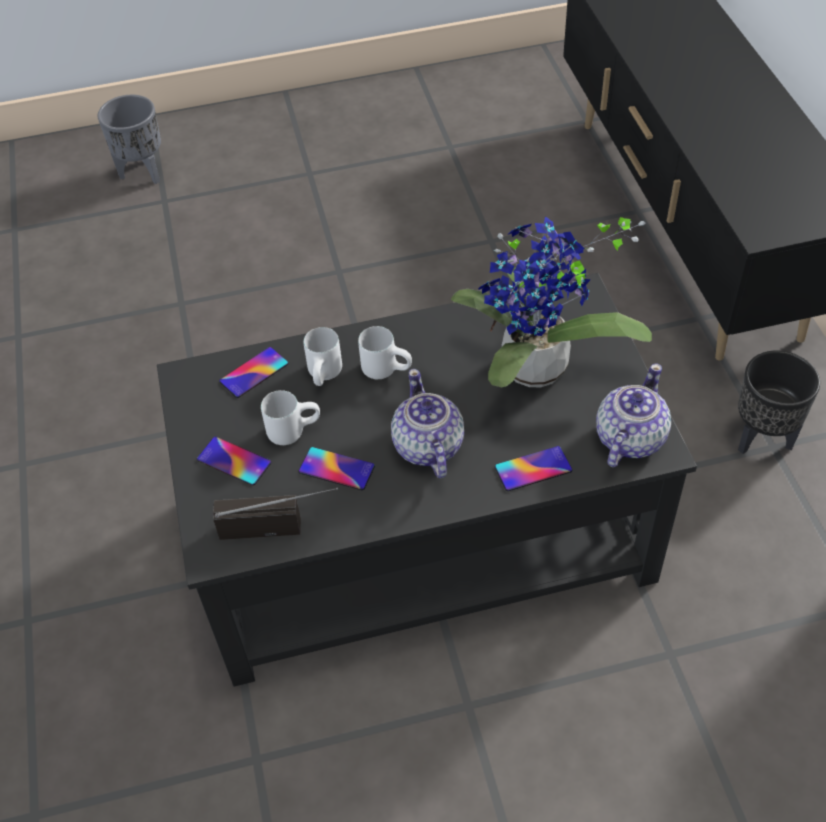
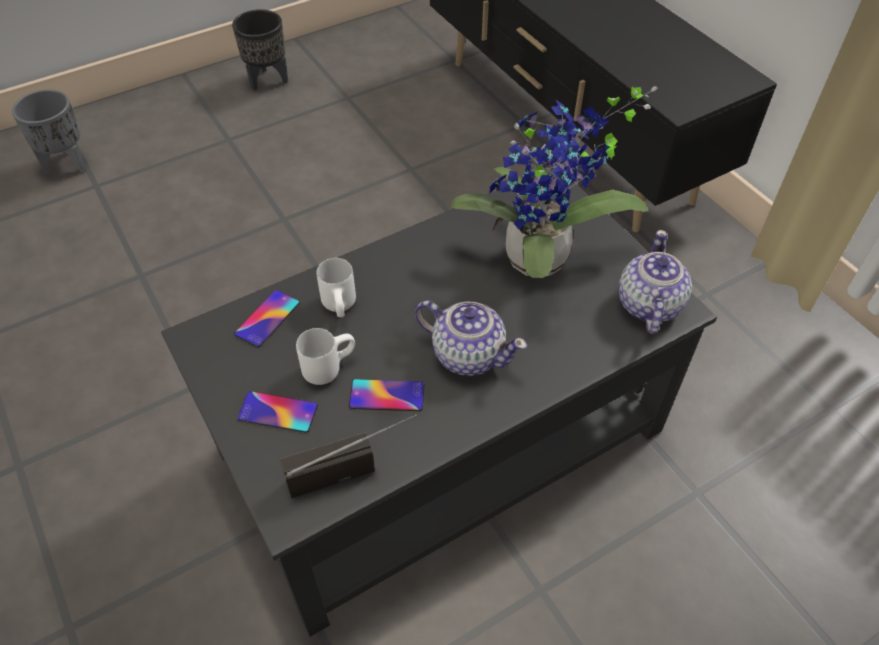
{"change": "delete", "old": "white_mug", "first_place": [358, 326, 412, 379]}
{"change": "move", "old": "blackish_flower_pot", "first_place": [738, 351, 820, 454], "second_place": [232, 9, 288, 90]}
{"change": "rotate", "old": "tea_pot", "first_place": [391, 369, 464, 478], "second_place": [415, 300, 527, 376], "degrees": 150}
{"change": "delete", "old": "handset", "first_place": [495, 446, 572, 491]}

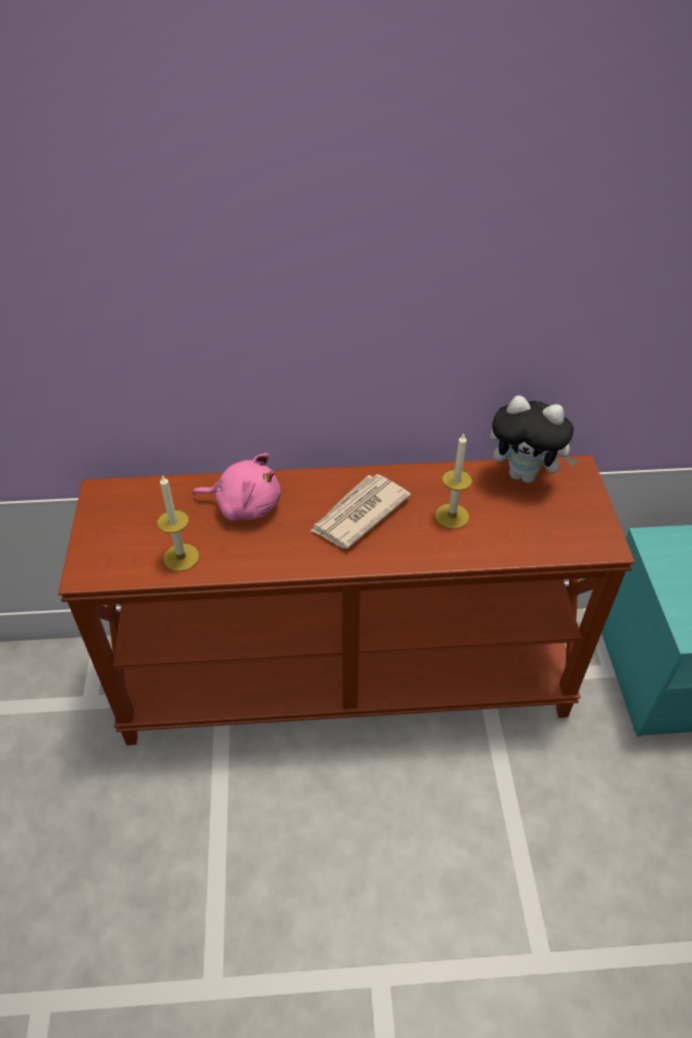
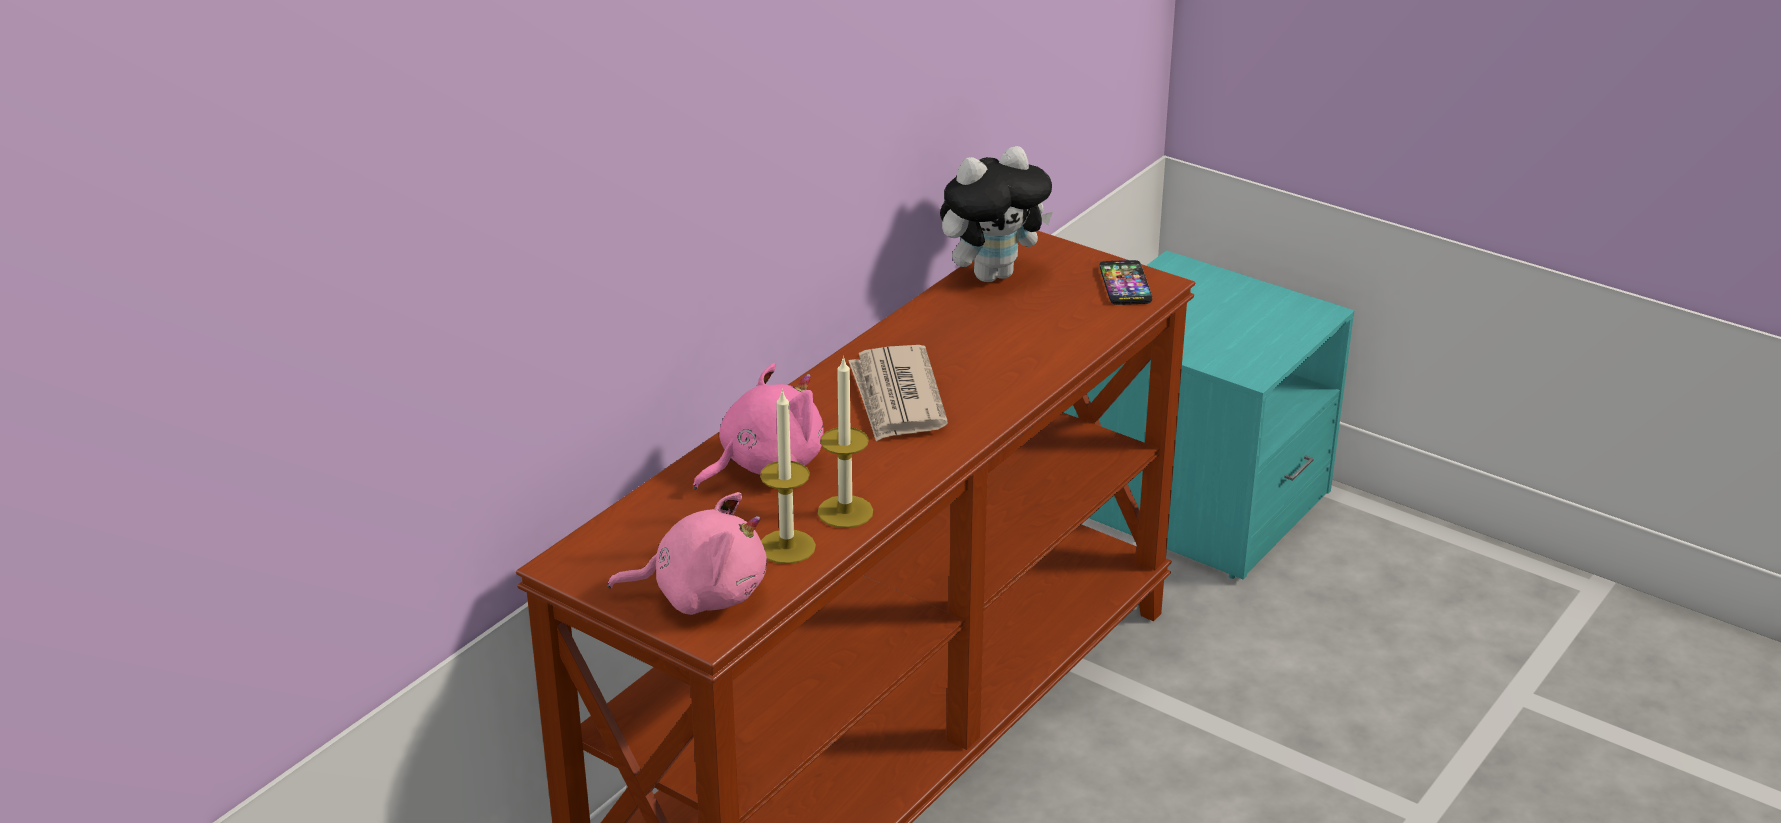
{"change": "move", "old": "wax_candle", "first_place": [435, 433, 472, 529], "second_place": [818, 356, 873, 528]}
{"change": "insert", "new": "handset", "second_place": [1100, 260, 1152, 305]}
{"change": "insert", "new": "pinkish_soft_toy", "second_place": [608, 492, 767, 615]}

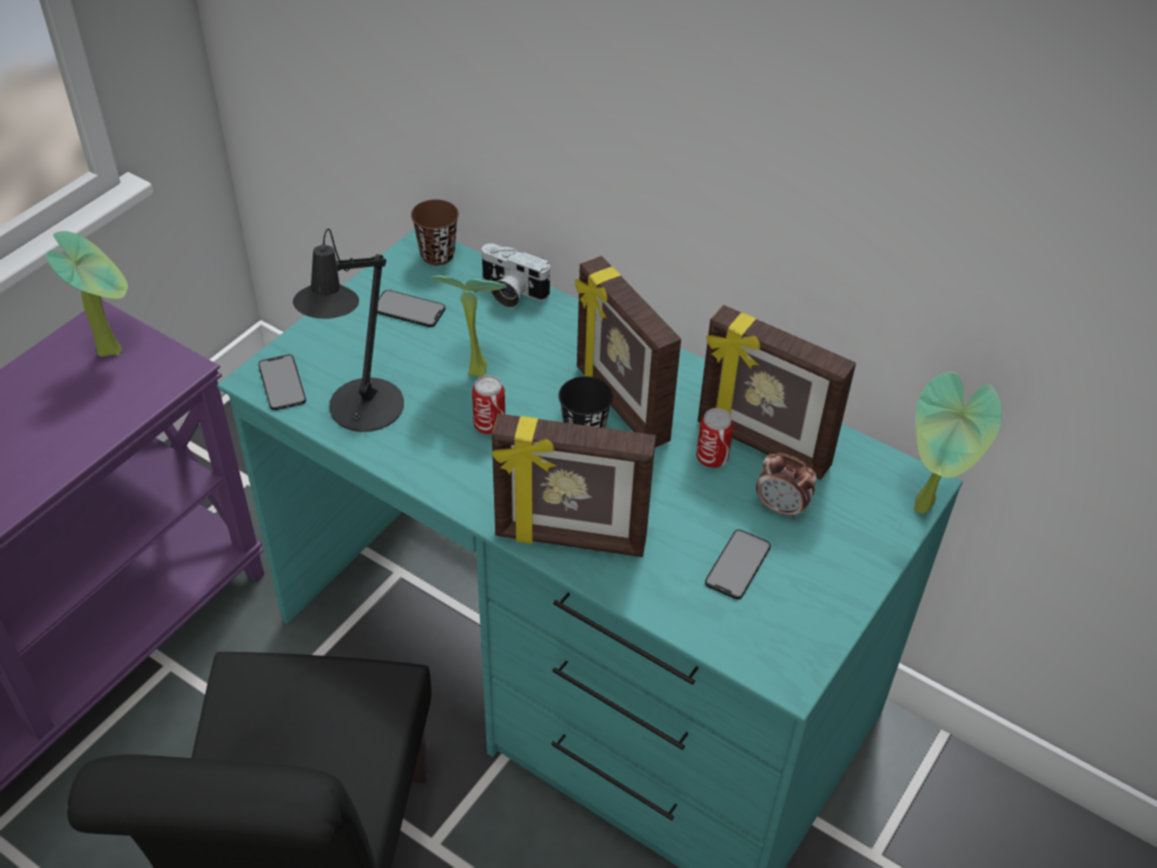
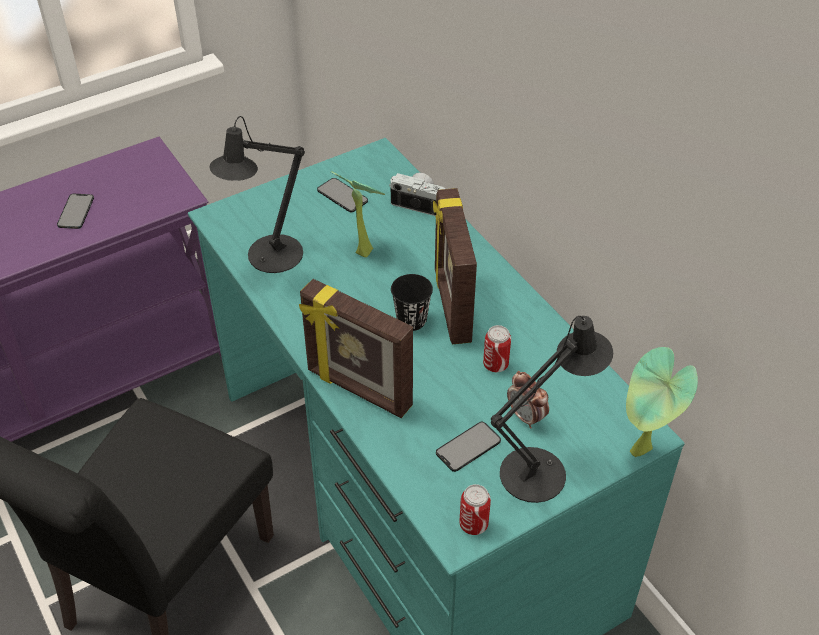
{"change": "delete", "old": "brownish_drinking_cup", "first_place": [411, 199, 459, 265]}
{"change": "delete", "old": "plant_in_a_pot", "first_place": [46, 231, 128, 357]}
{"change": "rotate", "old": "still_camera", "first_place": [481, 243, 551, 307], "second_place": [389, 173, 445, 216], "degrees": 150}
{"change": "delete", "old": "picture_frame", "first_place": [698, 305, 856, 480]}
{"change": "move", "old": "handset", "first_place": [258, 355, 306, 410], "second_place": [57, 194, 94, 229]}
{"change": "move", "old": "can", "first_place": [472, 375, 505, 434], "second_place": [459, 484, 491, 535]}
{"change": "insert", "new": "blackish_table_lamp", "second_place": [491, 316, 613, 503]}

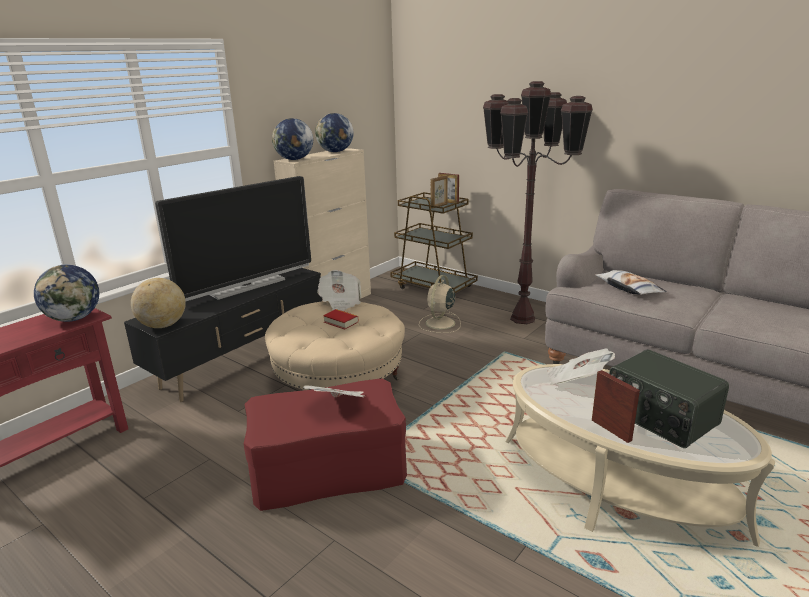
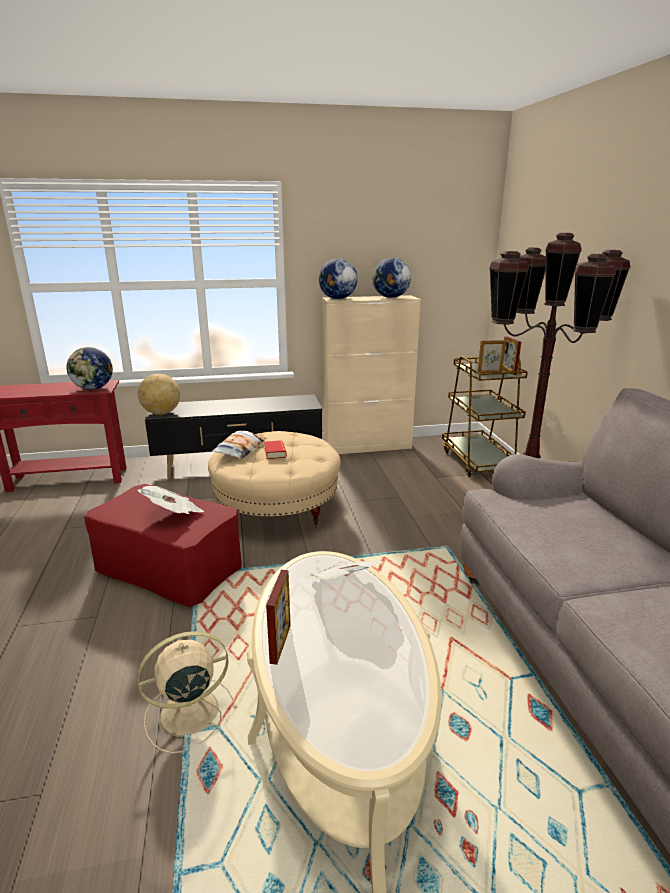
{"change": "delete", "old": "TV", "first_place": [155, 176, 311, 301]}
{"change": "delete", "old": "printed_paper", "first_place": [317, 270, 361, 311]}
{"change": "move", "old": "throw_pillow", "first_place": [595, 270, 667, 295], "second_place": [212, 431, 266, 459]}
{"change": "move", "old": "sand-coloured_cooling_fan", "first_place": [419, 275, 461, 333], "second_place": [137, 631, 238, 753]}
{"change": "delete", "old": "radio_receiver", "first_place": [609, 349, 729, 448]}

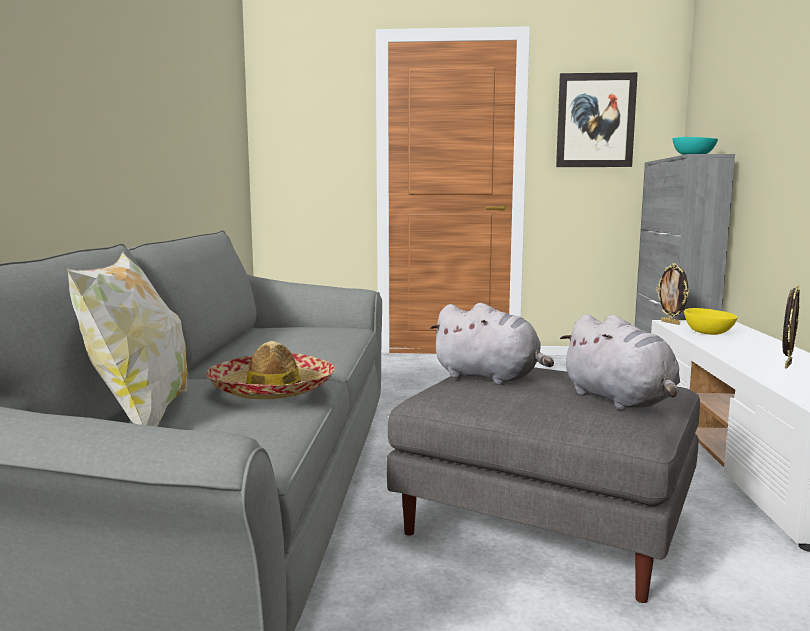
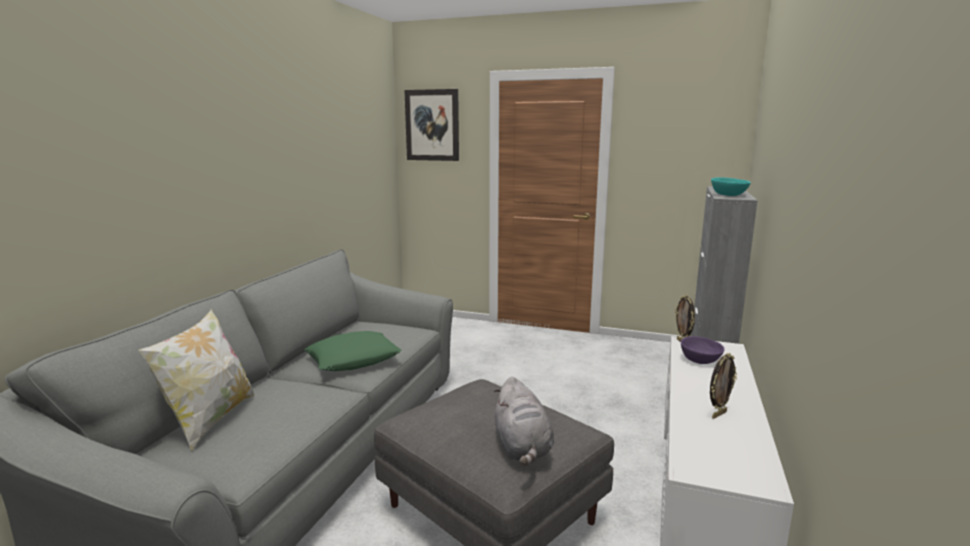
{"change": "move", "old": "picture", "first_place": [556, 72, 638, 167], "second_place": [404, 89, 459, 161]}
{"change": "delete", "old": "greyish_soft_toy", "first_place": [430, 303, 554, 385]}
{"change": "recolor", "old": "yellow-coloured_bowl", "new": "purple-coloured_bowl", "first_place": [684, 308, 738, 335], "second_place": [681, 336, 725, 364]}
{"change": "delete", "old": "hat", "first_place": [206, 341, 335, 399]}
{"change": "insert", "new": "green_throw_pillow", "second_place": [304, 331, 401, 371]}

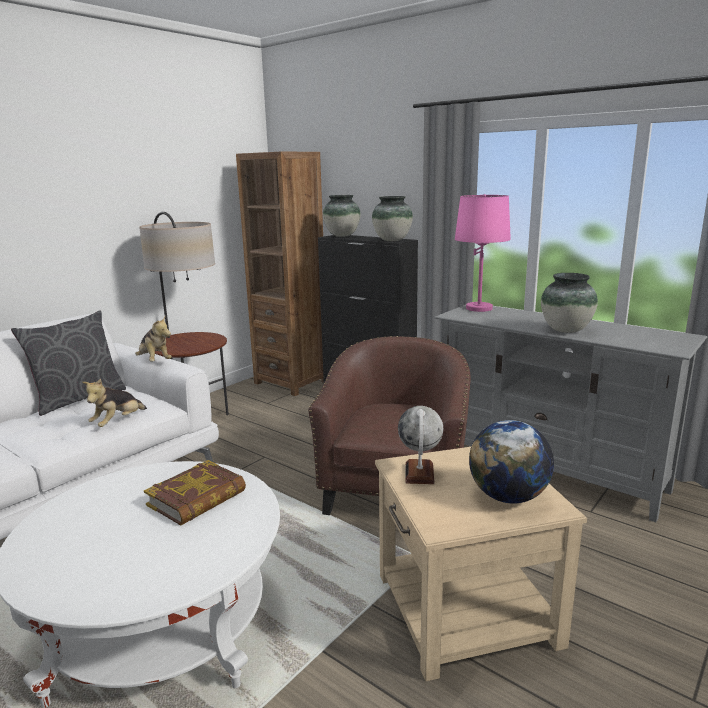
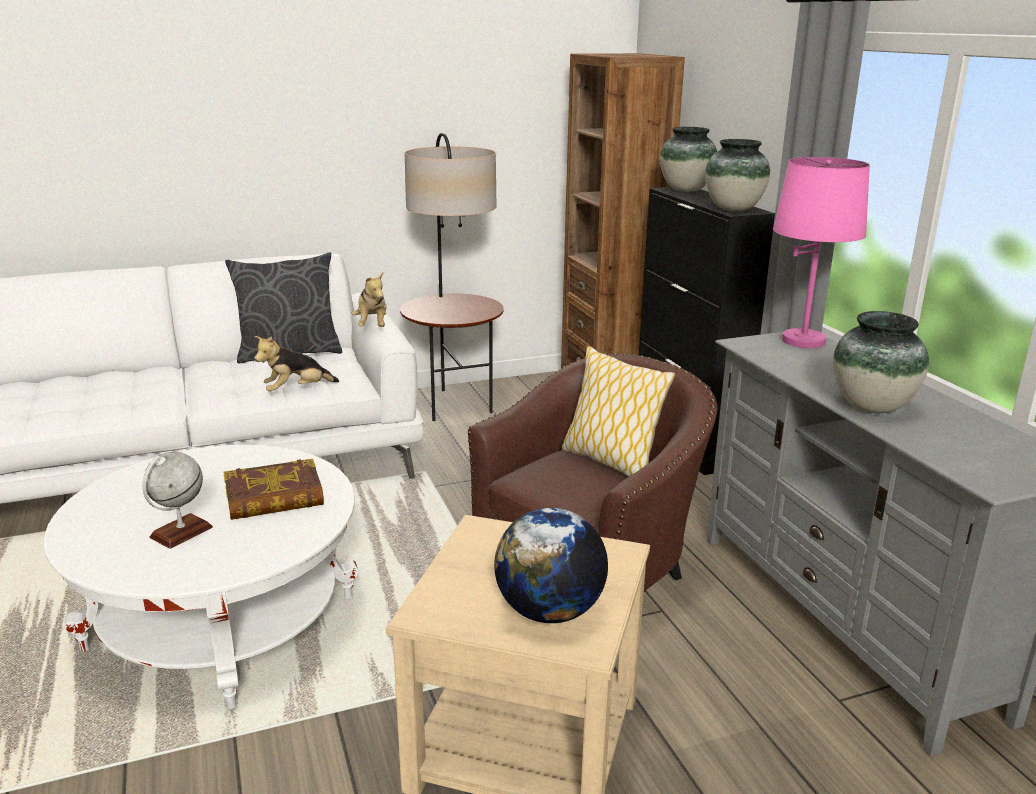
{"change": "move", "old": "desk_globe", "first_place": [398, 406, 443, 484], "second_place": [142, 452, 213, 549]}
{"change": "insert", "new": "throw_pillow", "second_place": [561, 346, 675, 476]}

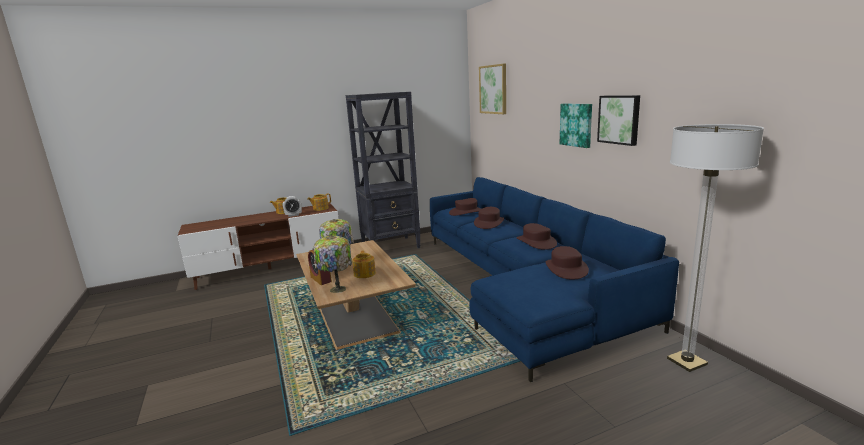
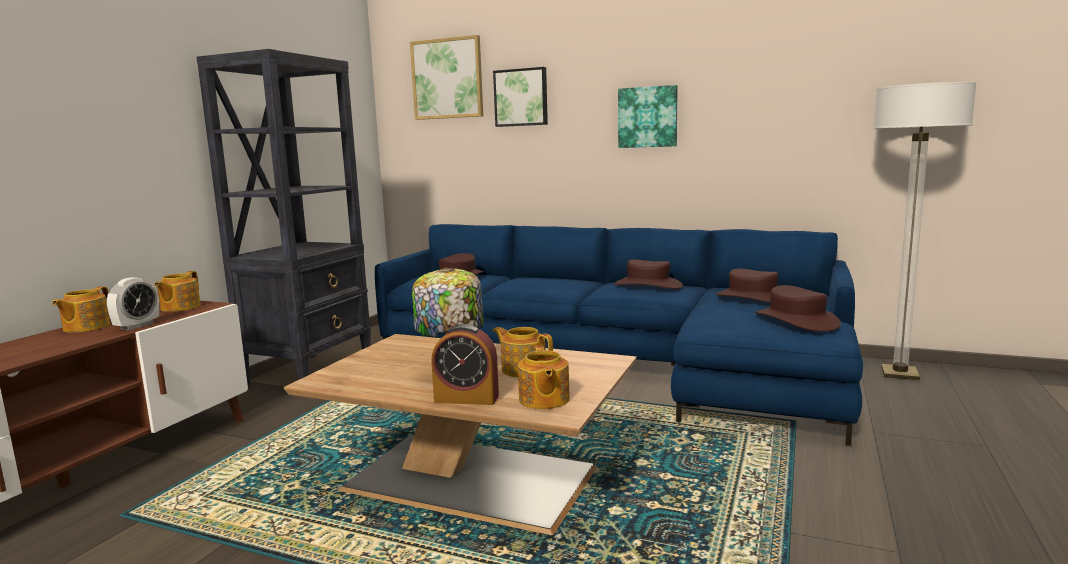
{"change": "move", "old": "picture", "first_place": [597, 95, 640, 146], "second_place": [493, 67, 548, 127]}
{"change": "move", "old": "brownish_hat", "first_place": [474, 207, 504, 229], "second_place": [755, 285, 841, 332]}
{"change": "replace", "old": "table_lamp", "new": "tea_pot", "first_place": [313, 235, 352, 293], "second_place": [518, 346, 570, 409]}

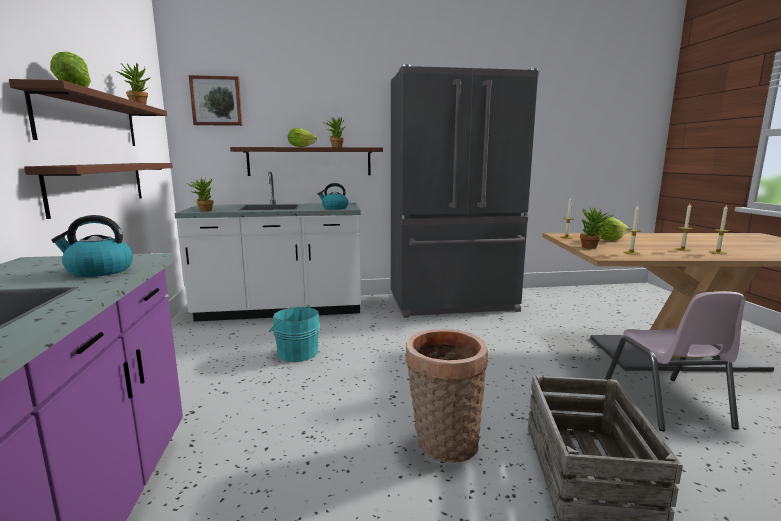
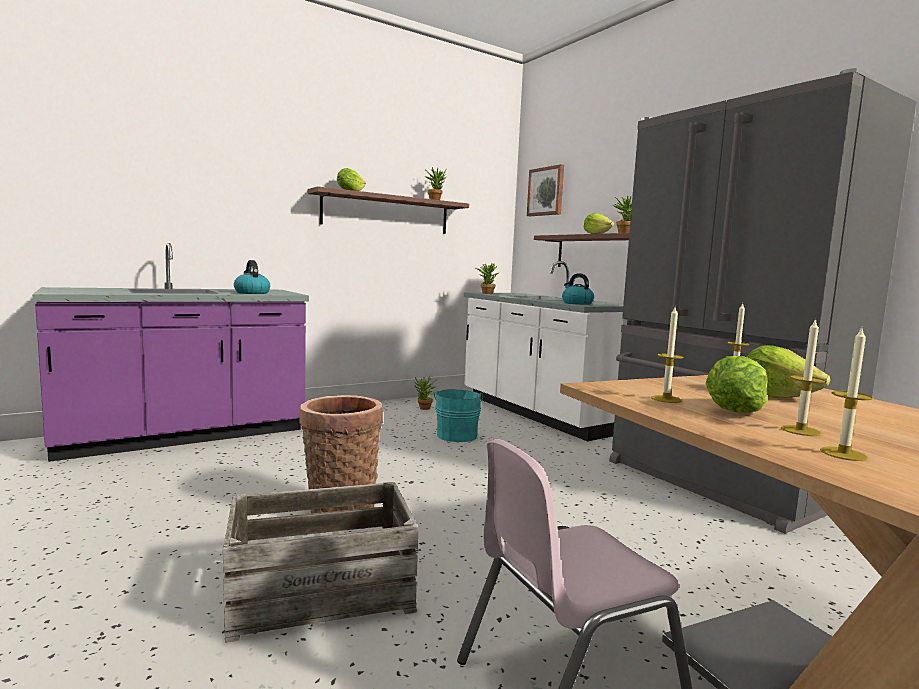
{"change": "delete", "old": "brownish_shelf", "first_place": [24, 163, 173, 219]}
{"change": "move", "old": "plant_in_a_pot", "first_place": [580, 207, 614, 249], "second_place": [414, 376, 437, 410]}
{"change": "insert", "new": "lettuce", "second_place": [705, 356, 767, 413]}

